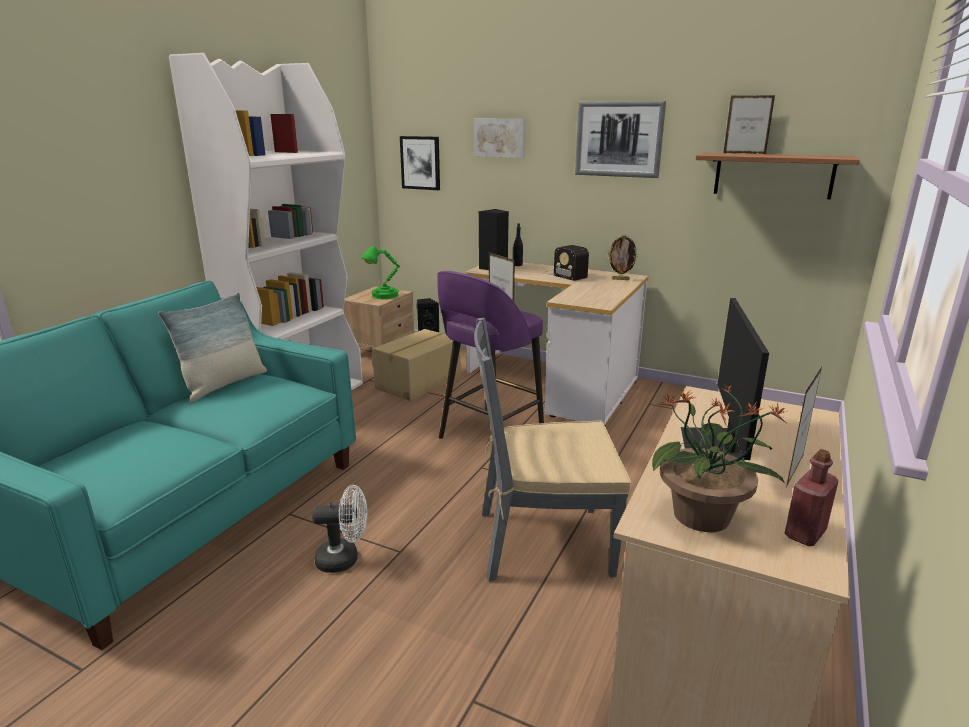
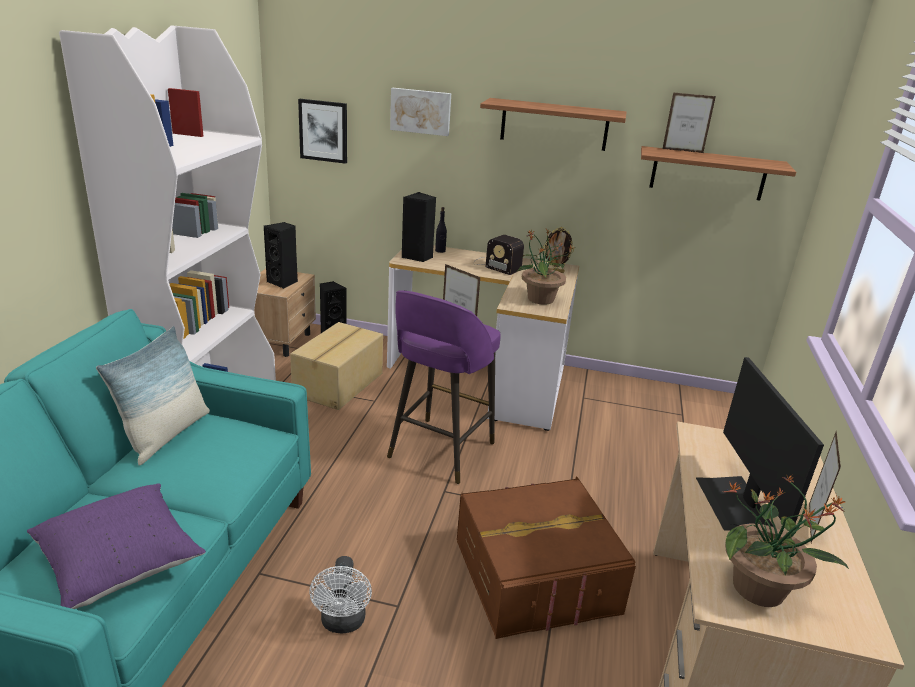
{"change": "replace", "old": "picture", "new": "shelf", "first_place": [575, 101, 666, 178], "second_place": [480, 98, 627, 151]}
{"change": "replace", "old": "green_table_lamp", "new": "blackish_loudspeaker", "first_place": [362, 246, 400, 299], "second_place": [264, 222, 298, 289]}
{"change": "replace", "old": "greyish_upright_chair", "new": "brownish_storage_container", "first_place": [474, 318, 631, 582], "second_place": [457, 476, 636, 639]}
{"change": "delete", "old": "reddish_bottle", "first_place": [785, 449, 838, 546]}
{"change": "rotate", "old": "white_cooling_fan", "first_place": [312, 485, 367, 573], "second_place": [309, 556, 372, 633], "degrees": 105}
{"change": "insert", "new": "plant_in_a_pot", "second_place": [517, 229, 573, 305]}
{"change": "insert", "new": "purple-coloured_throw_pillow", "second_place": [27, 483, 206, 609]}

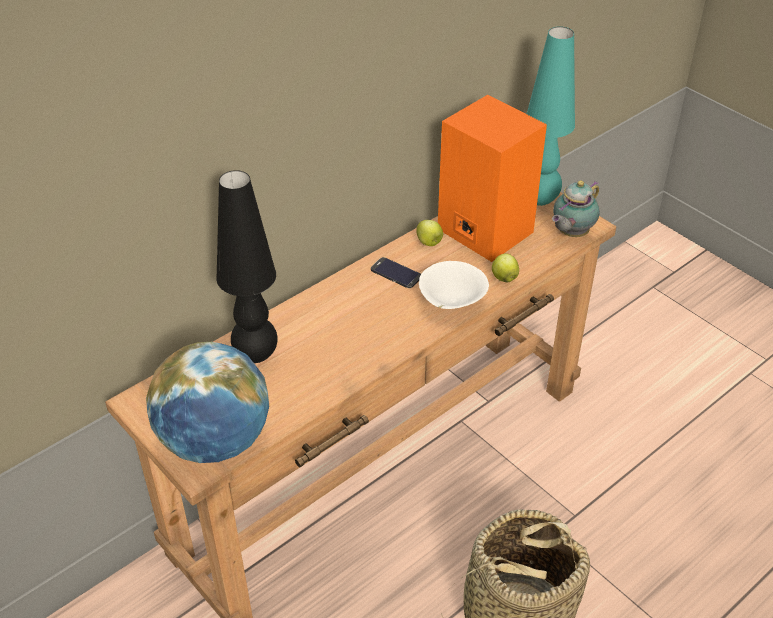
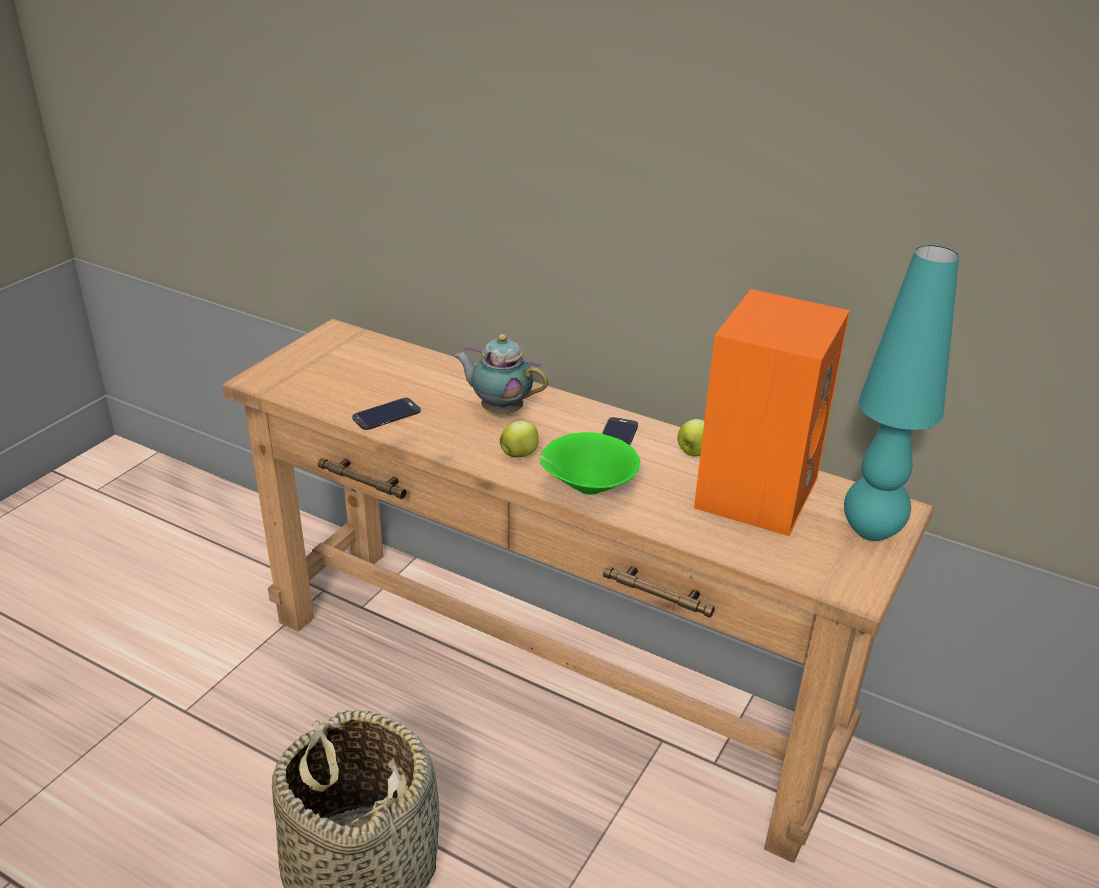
{"change": "delete", "old": "blackish_table_lamp", "first_place": [216, 170, 278, 363]}
{"change": "move", "old": "tea_pot", "first_place": [552, 180, 600, 237], "second_place": [454, 334, 548, 414]}
{"change": "move", "old": "apple", "first_place": [492, 253, 519, 282], "second_place": [500, 421, 539, 457]}
{"change": "recolor", "old": "white_bowl", "new": "green_bowl", "first_place": [419, 261, 489, 309], "second_place": [540, 432, 640, 495]}
{"change": "delete", "old": "desk_globe", "first_place": [146, 342, 269, 463]}
{"change": "insert", "new": "handset", "second_place": [352, 398, 421, 430]}

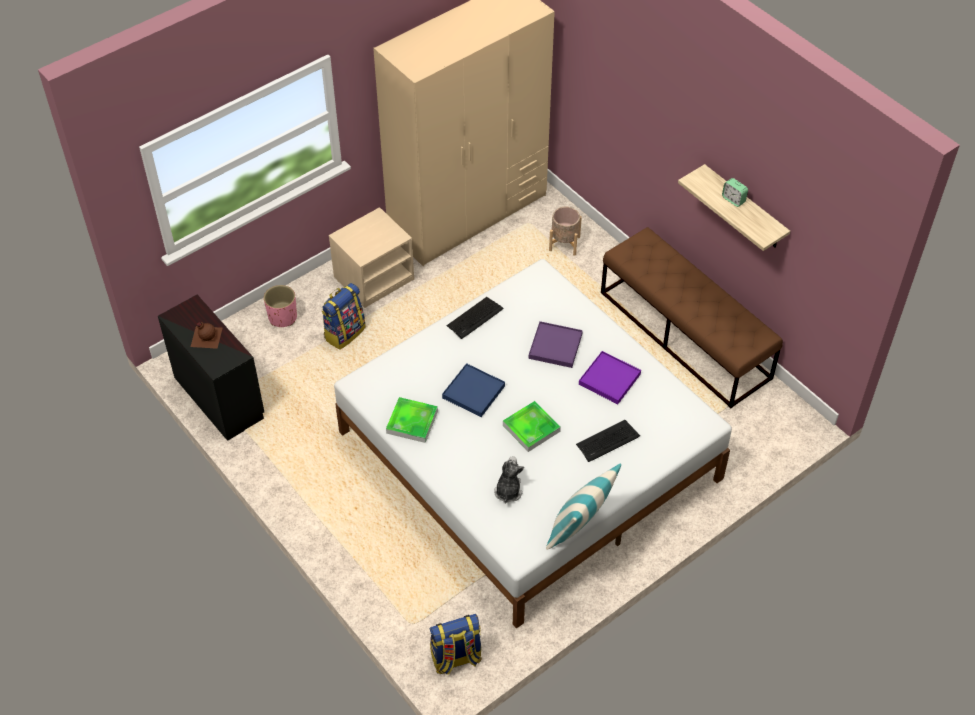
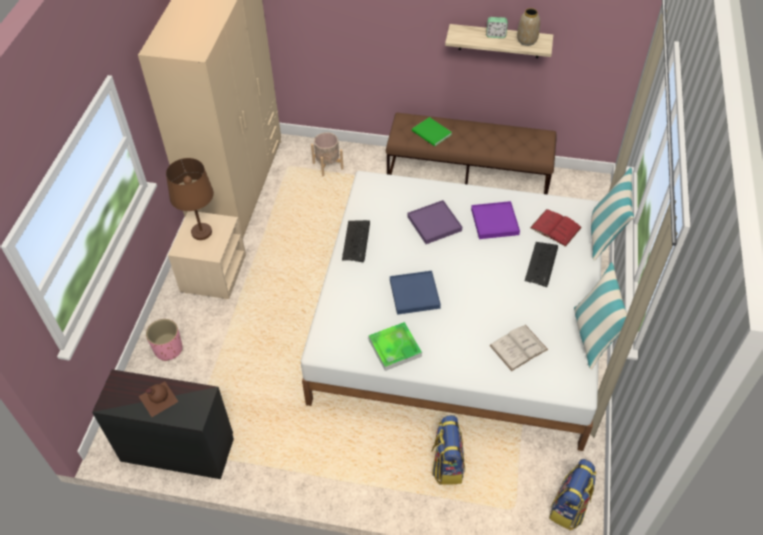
{"change": "move", "old": "knapsack", "first_place": [321, 283, 366, 350], "second_place": [431, 415, 465, 485]}
{"change": "delete", "old": "carrying_tray", "first_place": [503, 401, 561, 452]}
{"change": "replace", "old": "soft_toy", "new": "white_volume", "first_place": [494, 456, 524, 504], "second_place": [489, 325, 548, 371]}
{"change": "insert", "new": "vase", "second_place": [517, 8, 540, 46]}
{"change": "insert", "new": "green_volume", "second_place": [412, 117, 452, 146]}
{"change": "insert", "new": "brownish_table_lamp", "second_place": [166, 158, 214, 240]}
{"change": "insert", "new": "throw_pillow", "second_place": [591, 167, 634, 261]}
{"change": "insert", "new": "reddish_volume", "second_place": [530, 209, 582, 247]}

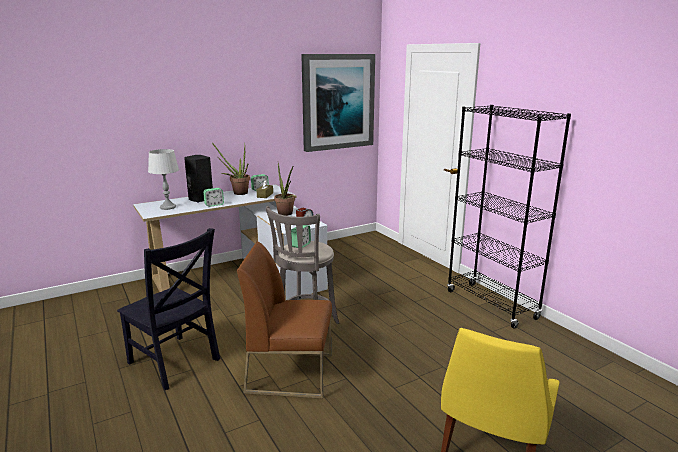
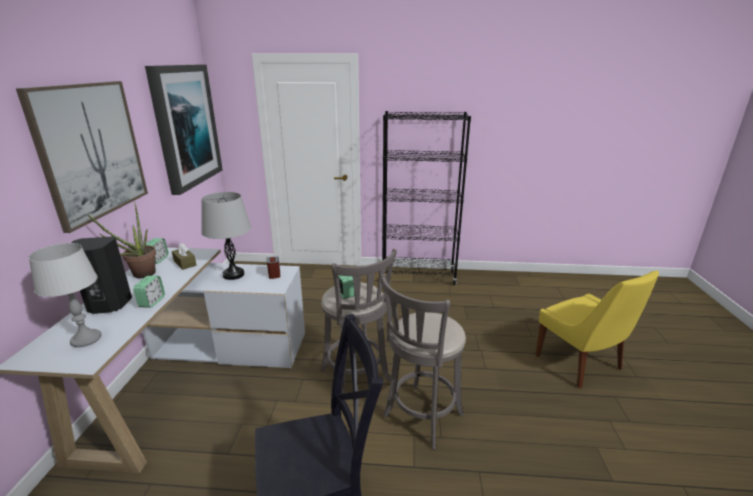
{"change": "replace", "old": "plant_in_a_pot", "new": "greyish_table_lamp", "first_place": [274, 163, 295, 216], "second_place": [201, 192, 251, 280]}
{"change": "replace", "old": "brownish_upright_chair", "new": "greyish_stool", "first_place": [237, 242, 332, 399], "second_place": [381, 274, 466, 450]}
{"change": "insert", "new": "picture", "second_place": [16, 81, 148, 233]}

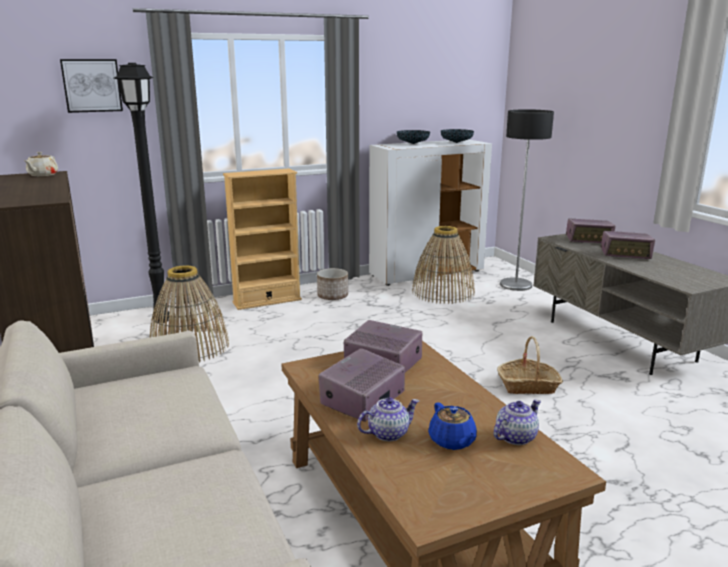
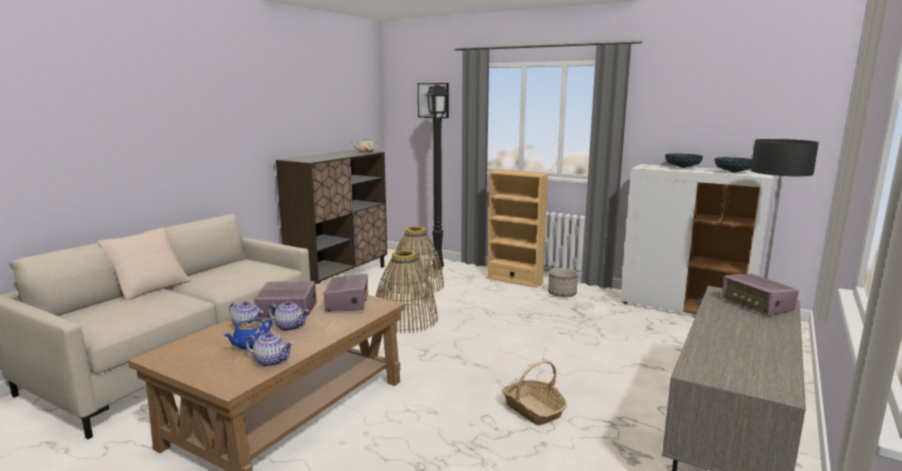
{"change": "move", "old": "storage_basket", "first_place": [412, 226, 475, 304], "second_place": [375, 250, 438, 334]}
{"change": "delete", "old": "radio_receiver", "first_place": [601, 231, 655, 259]}
{"change": "insert", "new": "sand-coloured_throw_pillow", "second_place": [98, 227, 191, 301]}
{"change": "insert", "new": "tea_pot", "second_place": [268, 301, 309, 331]}

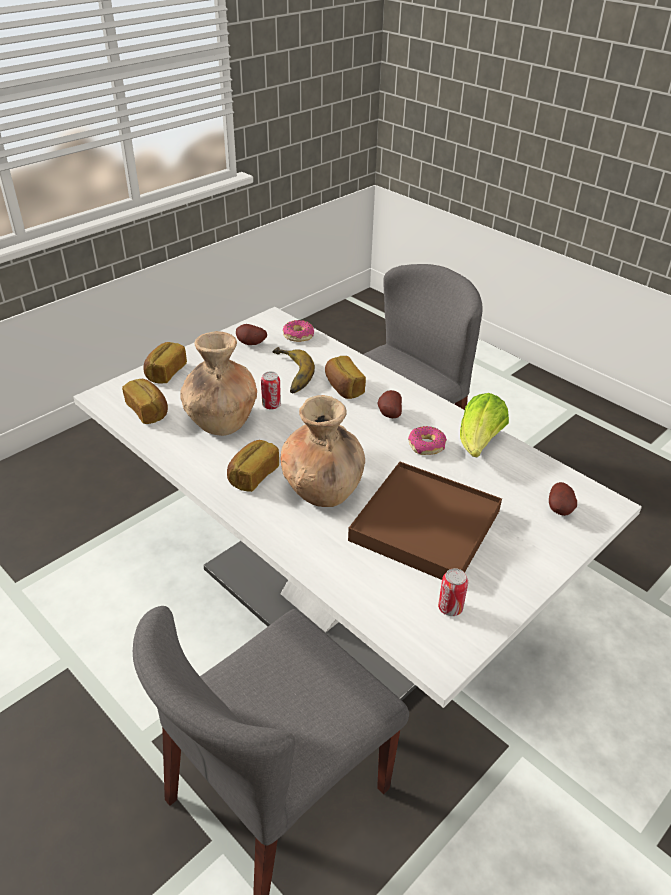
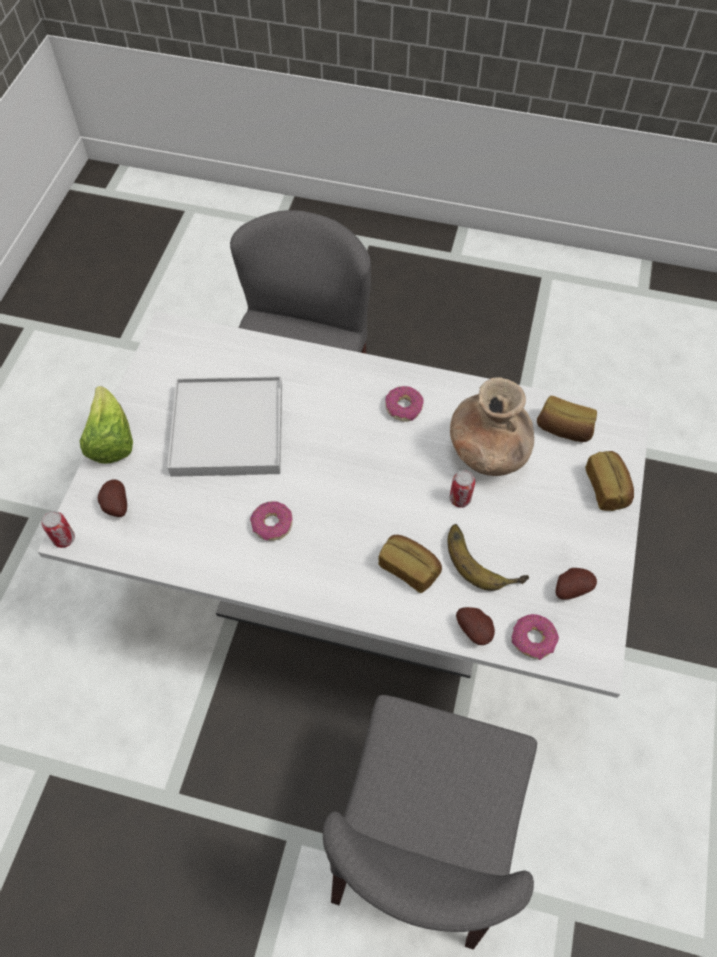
{"change": "move", "old": "spud", "first_place": [377, 390, 402, 418], "second_place": [456, 607, 495, 645]}
{"change": "move", "old": "lettuce", "first_place": [460, 393, 509, 457], "second_place": [80, 386, 133, 464]}
{"change": "delete", "old": "brownish_vase", "first_place": [280, 395, 365, 507]}
{"change": "replace", "old": "baked_bread", "new": "donut", "first_place": [227, 440, 279, 492], "second_place": [385, 386, 424, 422]}
{"change": "recolor", "old": "brownish_carrying_tray", "new": "white_carrying_tray", "first_place": [348, 462, 502, 580], "second_place": [167, 376, 282, 477]}
{"change": "move", "old": "can", "first_place": [438, 568, 468, 616], "second_place": [41, 511, 75, 548]}

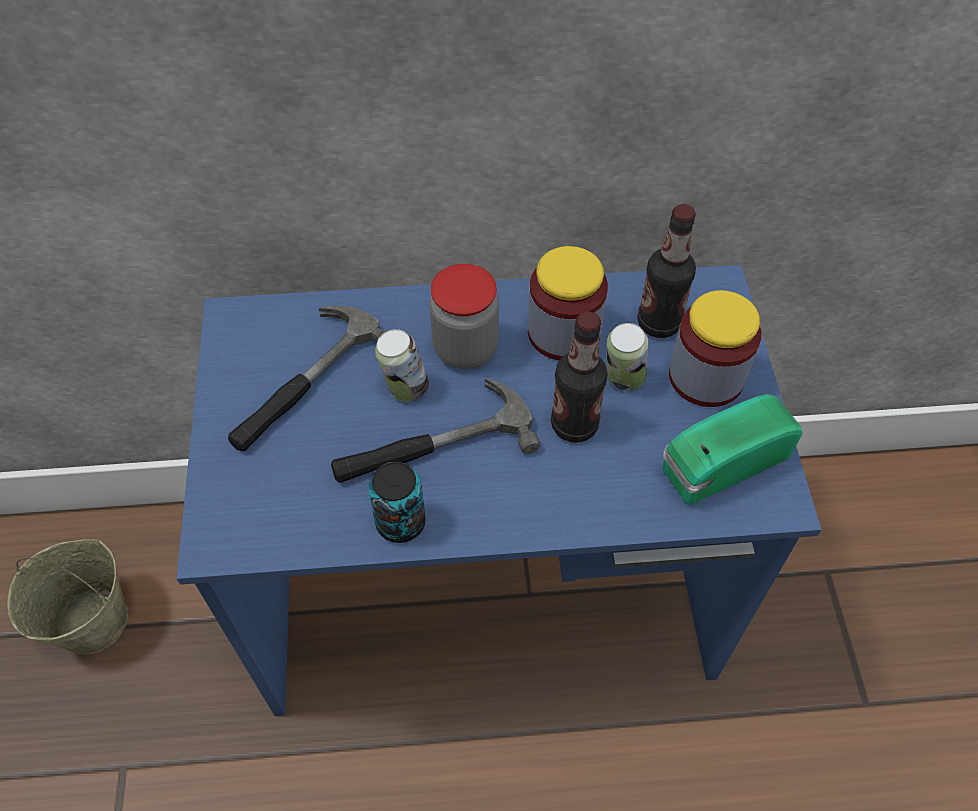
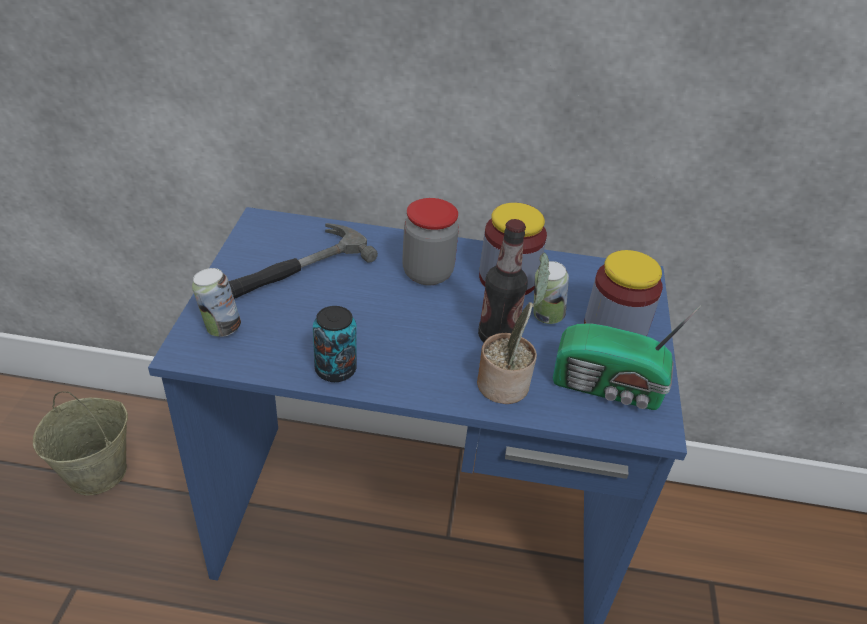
{"change": "delete", "old": "bottle", "first_place": [637, 204, 696, 338]}
{"change": "move", "old": "can", "first_place": [375, 329, 429, 402], "second_place": [192, 268, 241, 337]}
{"change": "delete", "old": "hand_hammer", "first_place": [331, 378, 540, 483]}
{"change": "rotate", "old": "radio_receiver", "first_place": [662, 394, 802, 505], "second_place": [553, 305, 702, 410], "degrees": -150}
{"change": "insert", "new": "plant_in_a_pot", "second_place": [477, 253, 550, 404]}

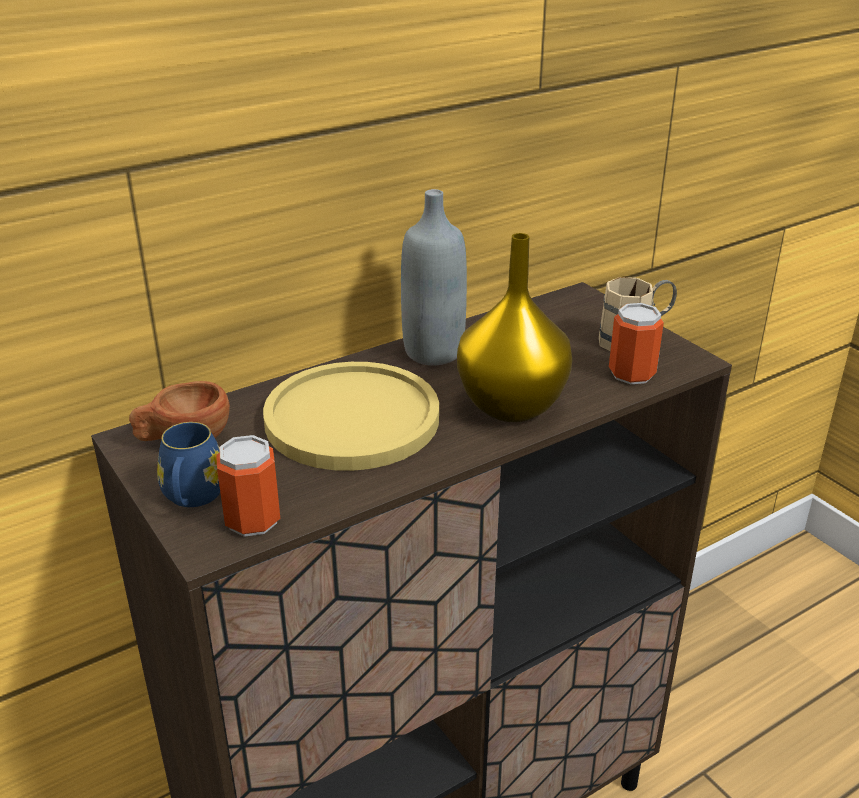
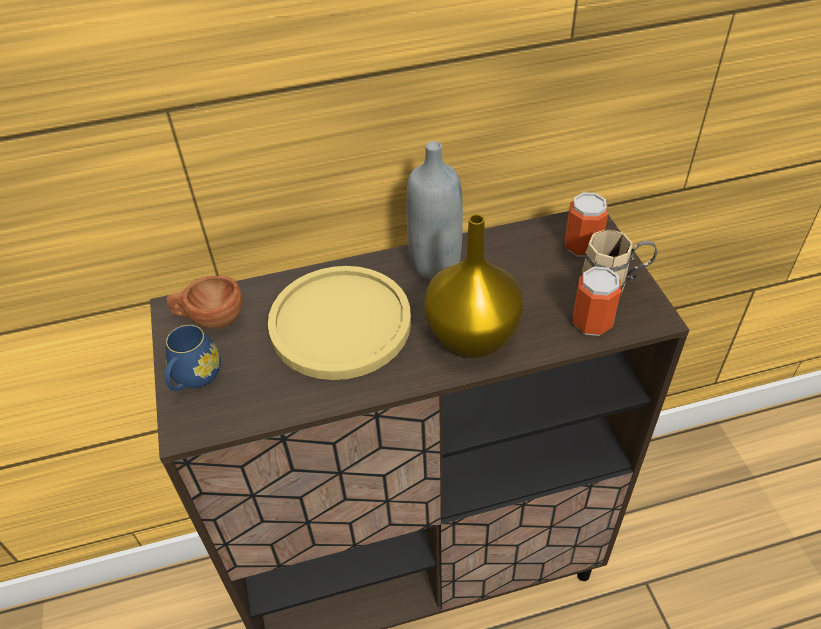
{"change": "move", "old": "can", "first_place": [216, 435, 280, 537], "second_place": [565, 192, 608, 257]}

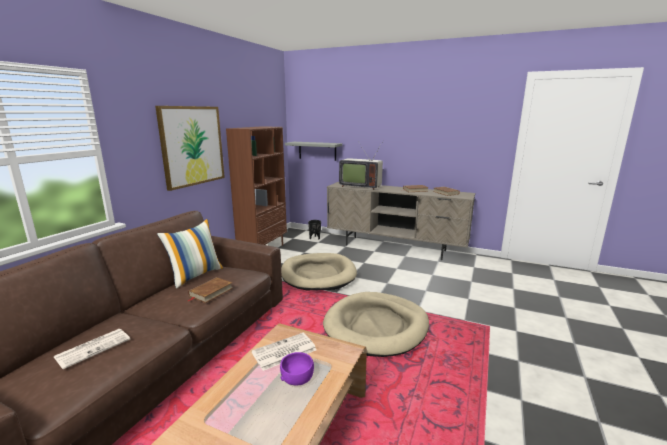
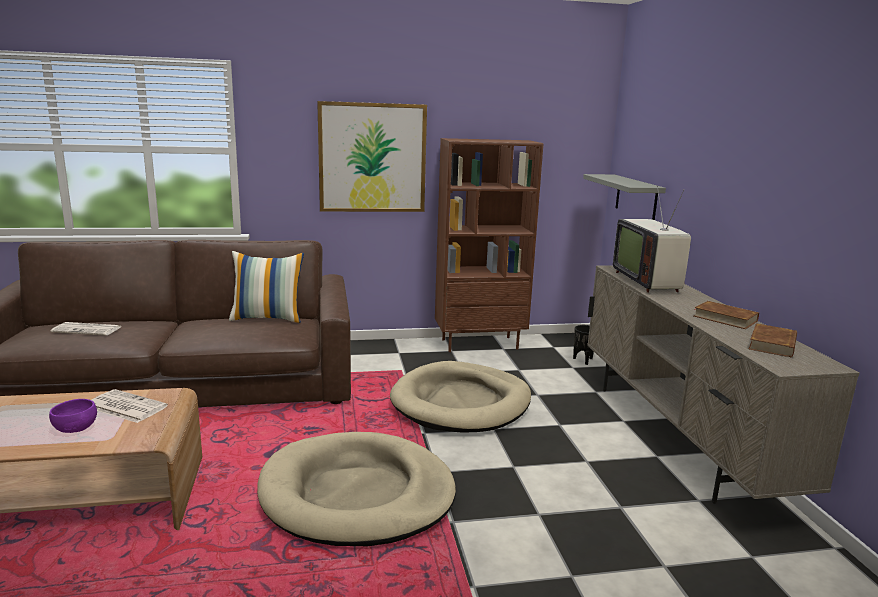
{"change": "delete", "old": "brownish_volume", "first_place": [188, 277, 233, 303]}

